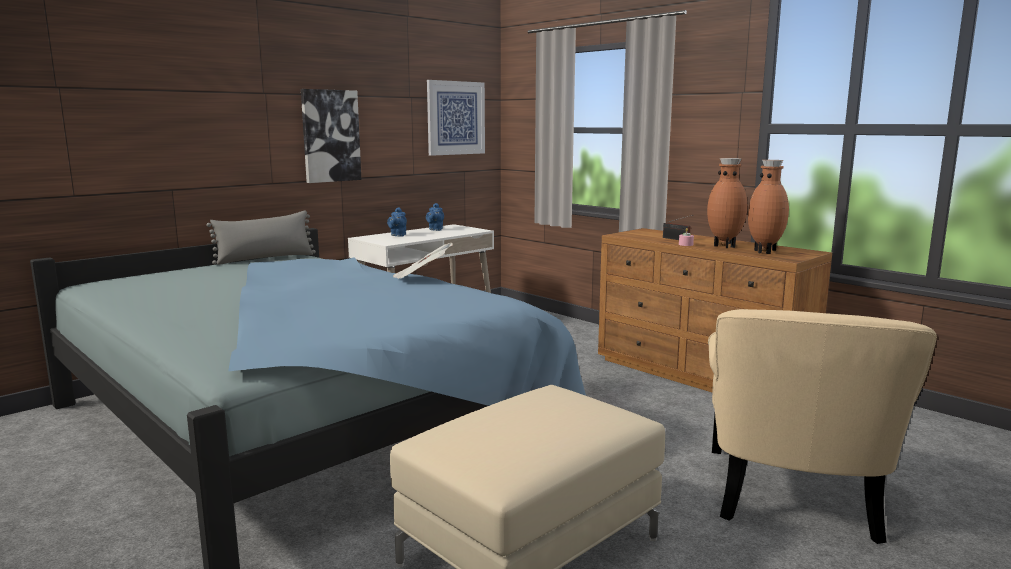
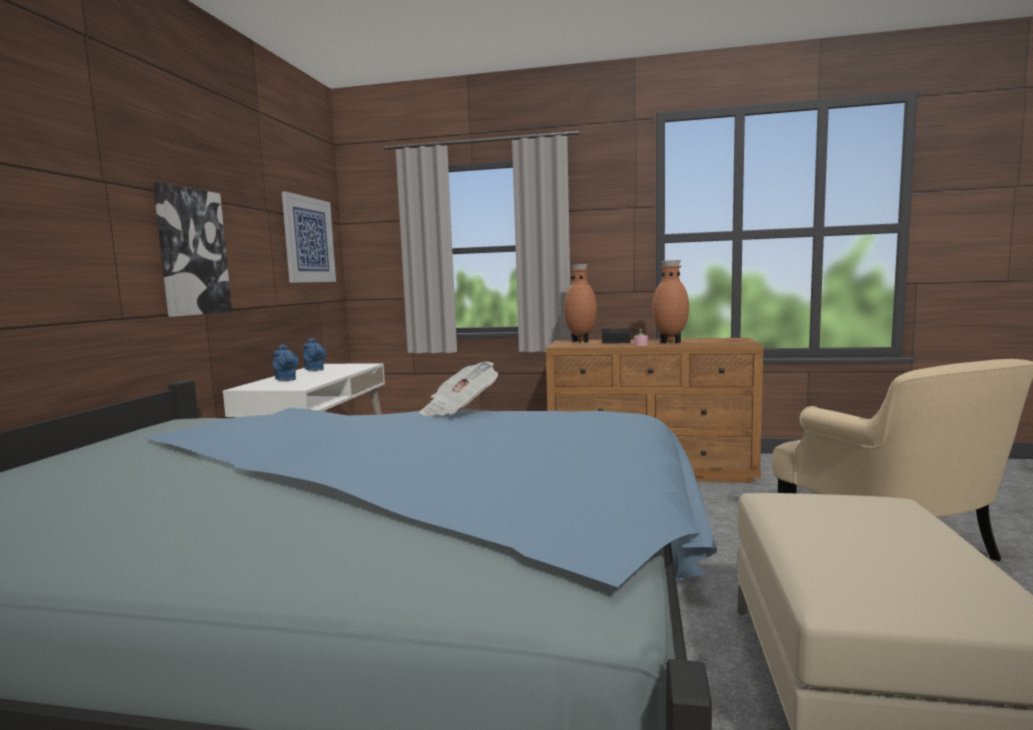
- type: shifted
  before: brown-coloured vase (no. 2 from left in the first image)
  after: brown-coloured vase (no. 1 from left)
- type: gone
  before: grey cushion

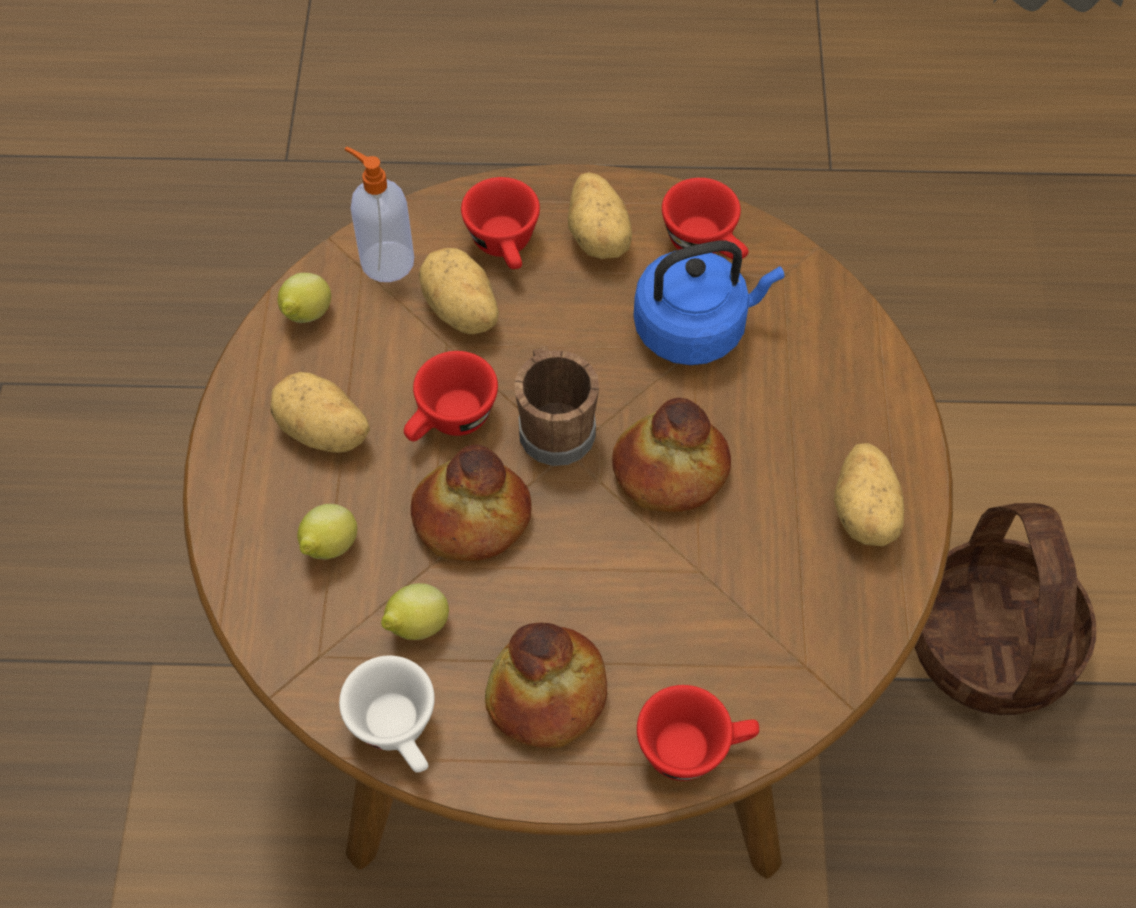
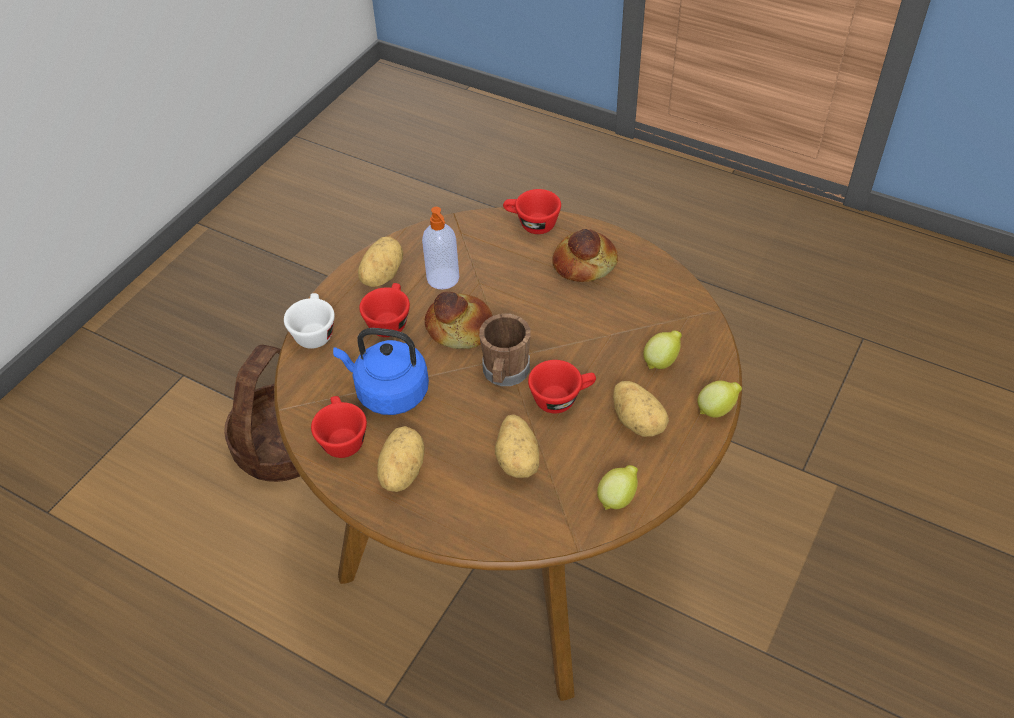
- type: shifted
  before: white drinking cup
- type: shifted
  before: red drinking cup (no. 2 from left)
- type: shifted
  before: soap bottle
- type: shifted
  before: citrus fruit (no. 3 from left)
- type: gone
  before: bread (no. 1 from left)

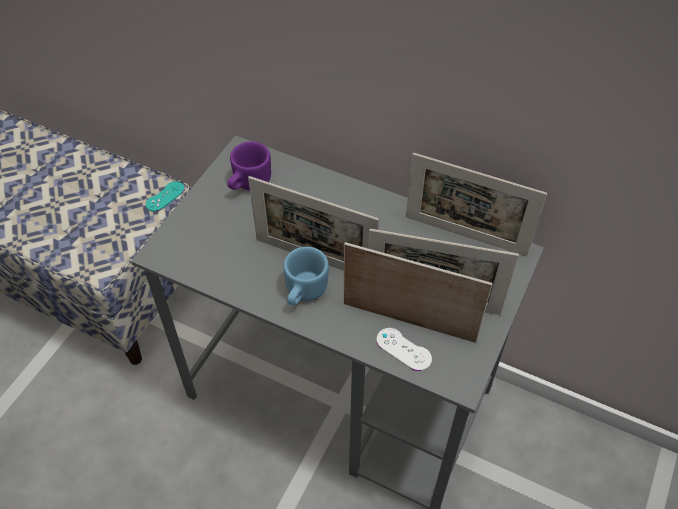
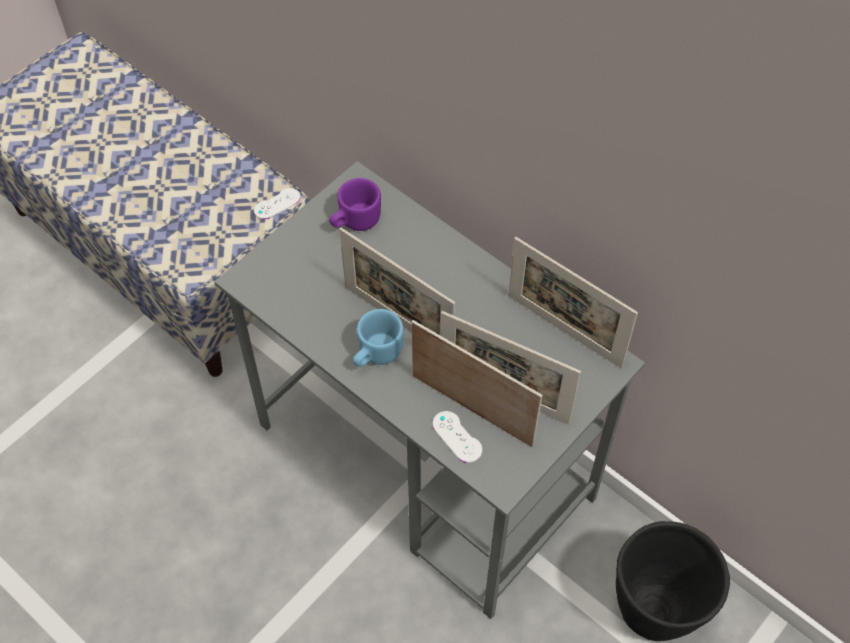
- type: repainted
  before: turquoise-coloured game controller
  after: white game controller (no. 1 from left)
- type: new
  after: blackish planter

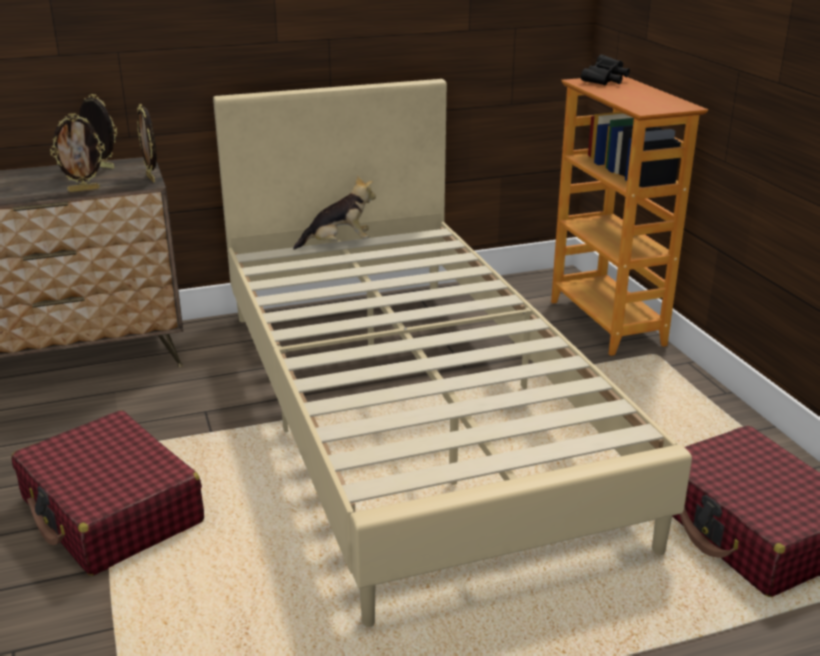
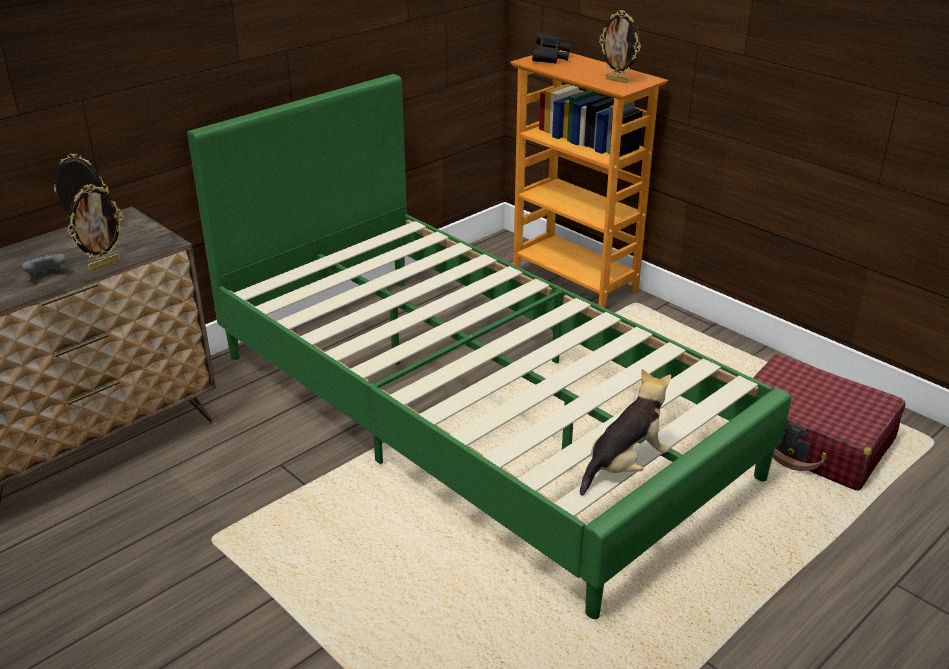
- type: new
  after: grey game controller
- type: repainted
  before: beige bed
  after: greenish bed
- type: shifted
  before: soft toy
- type: shifted
  before: picture frame (no. 3 from left)
- type: gone
  before: red piece of luggage (no. 1 from left)

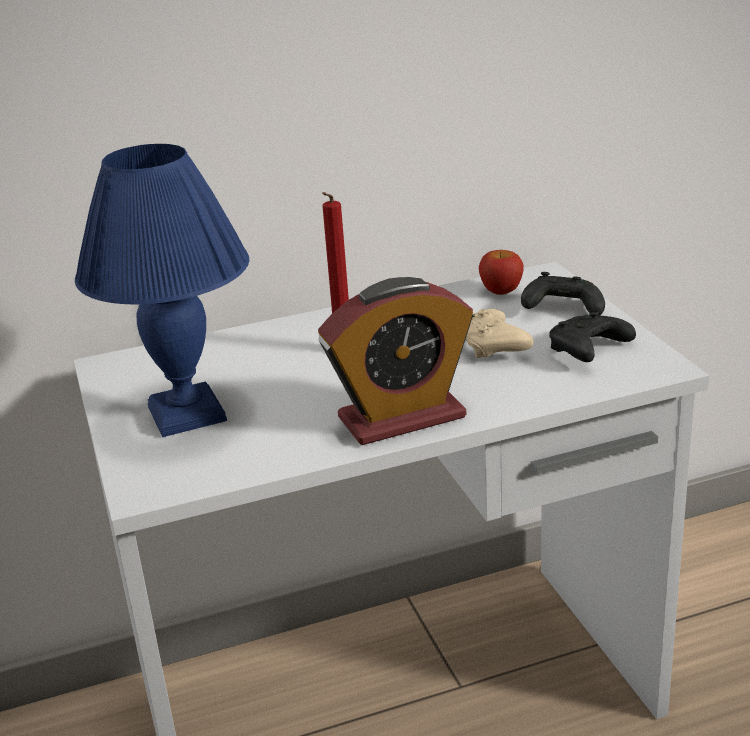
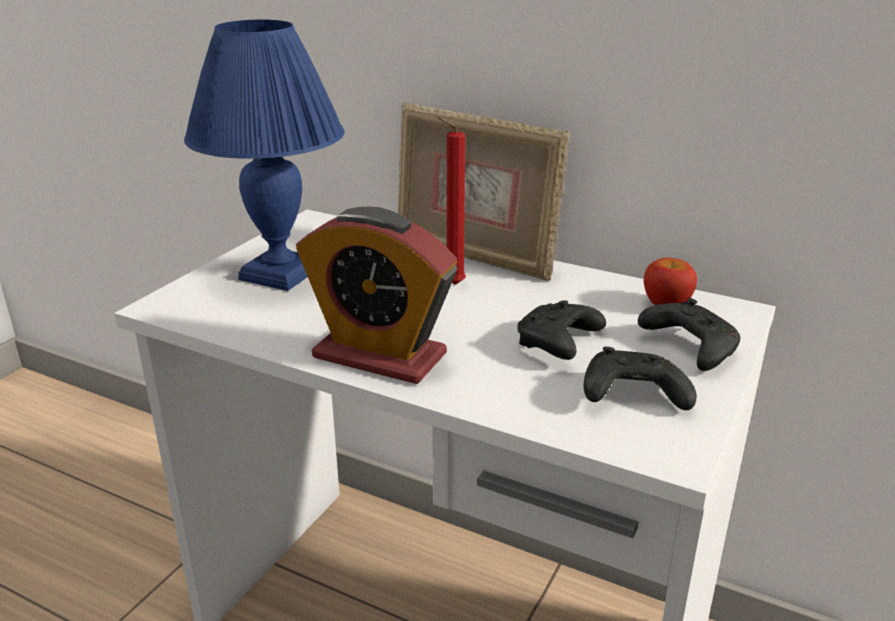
- type: new
  after: picture frame
- type: repainted
  before: beige game controller
  after: blackish game controller (no. 1 from left)

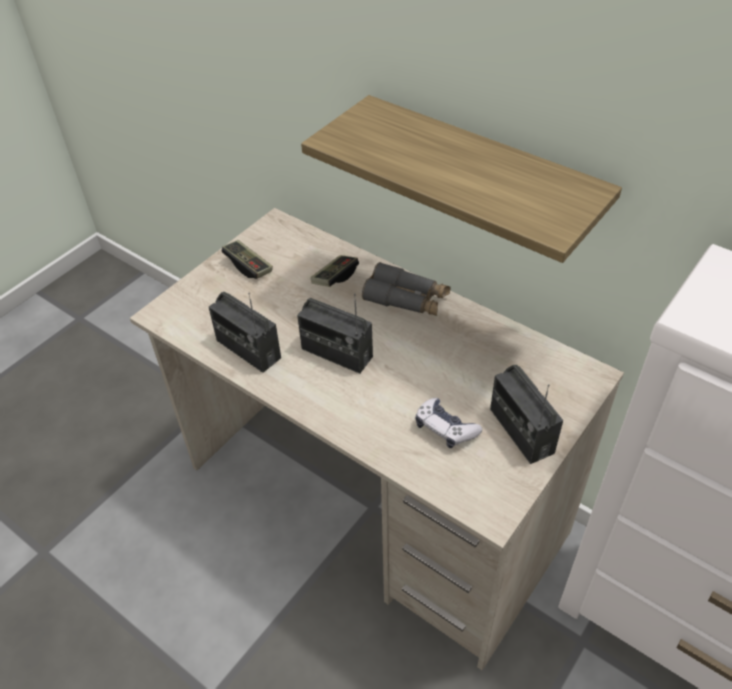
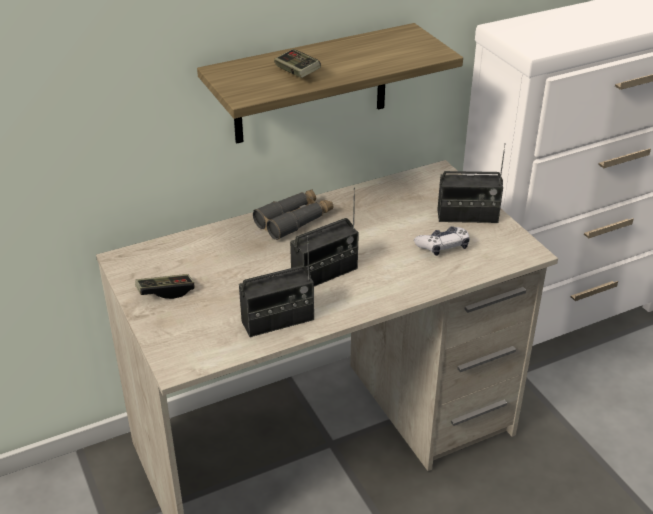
- type: shifted
  before: game controller (no. 2 from left)

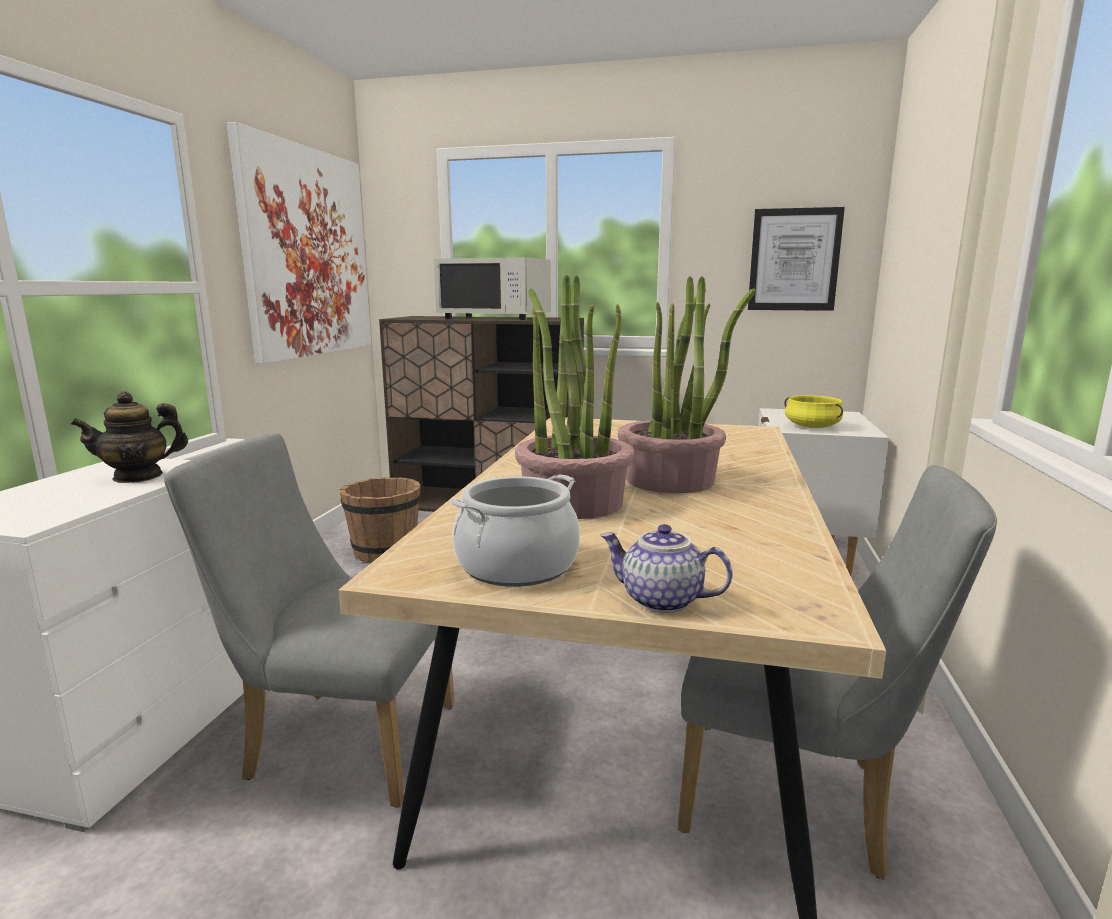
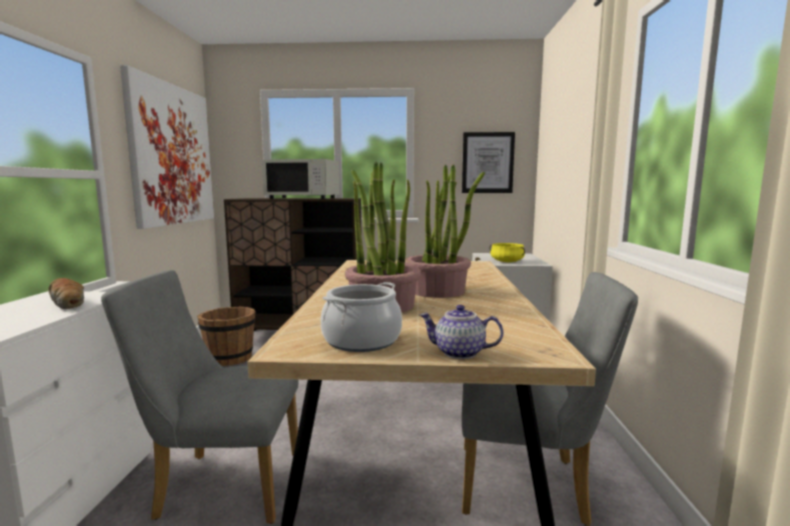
- type: swapped
  before: teapot (no. 1 from left)
  after: bread

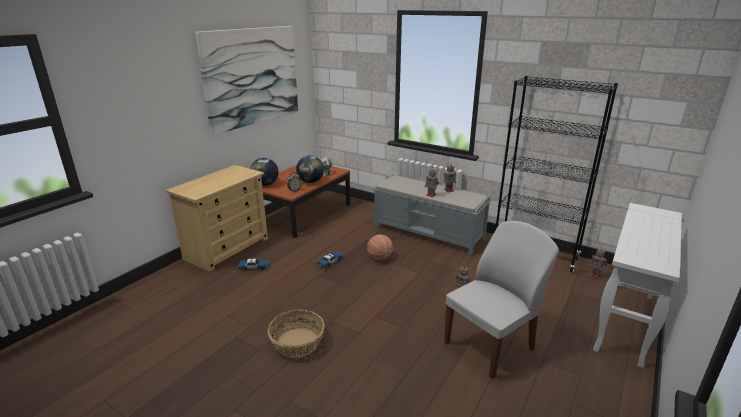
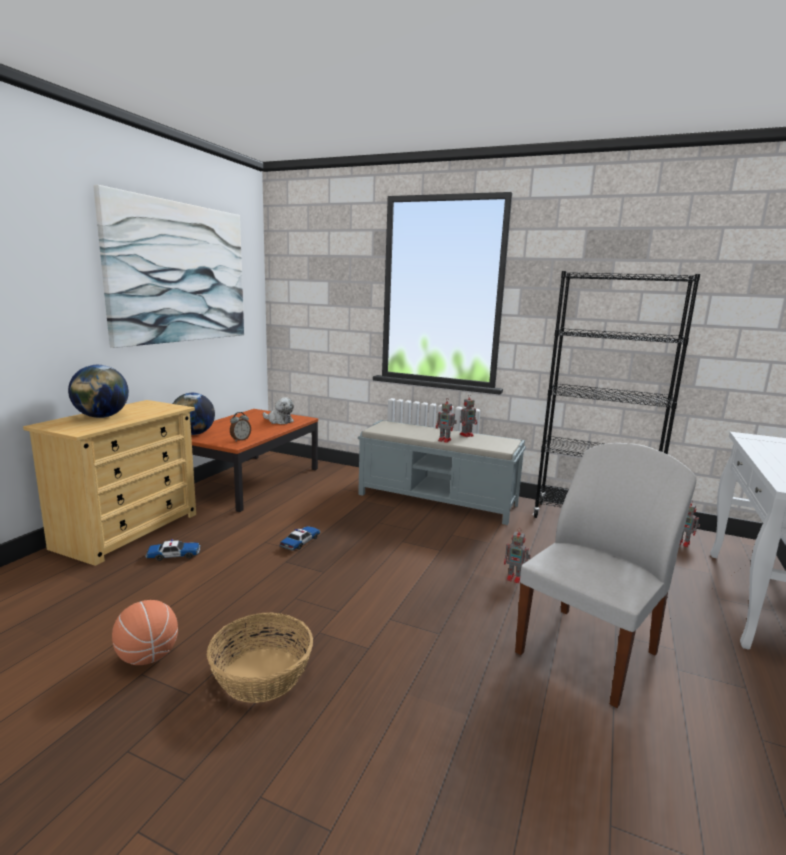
- type: shifted
  before: desk globe (no. 2 from left in the first image)
  after: desk globe (no. 1 from left)
- type: shifted
  before: ball for basketball

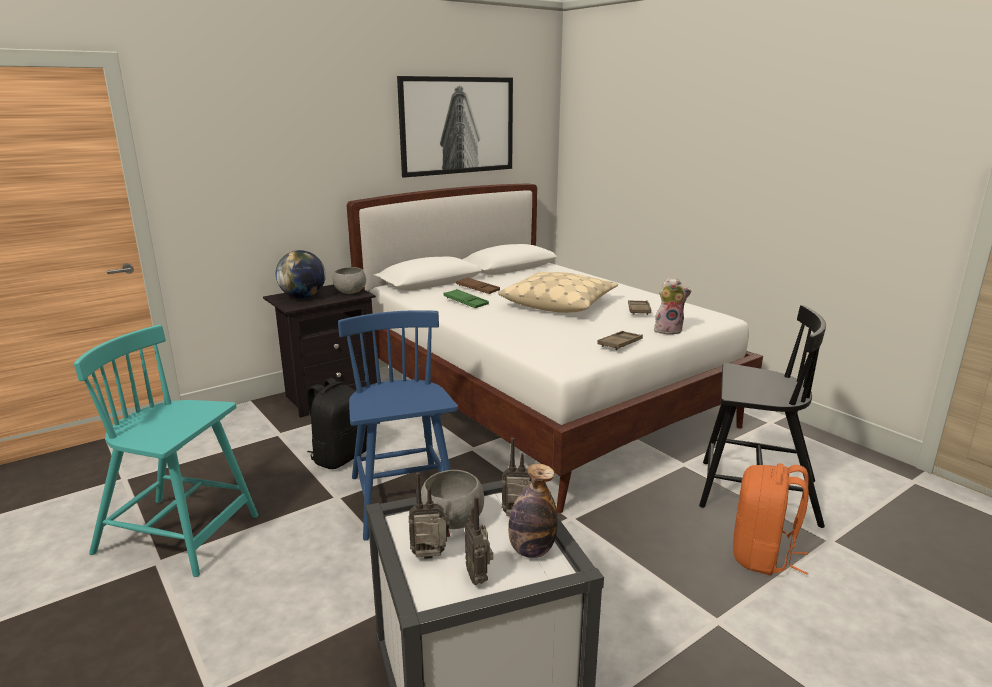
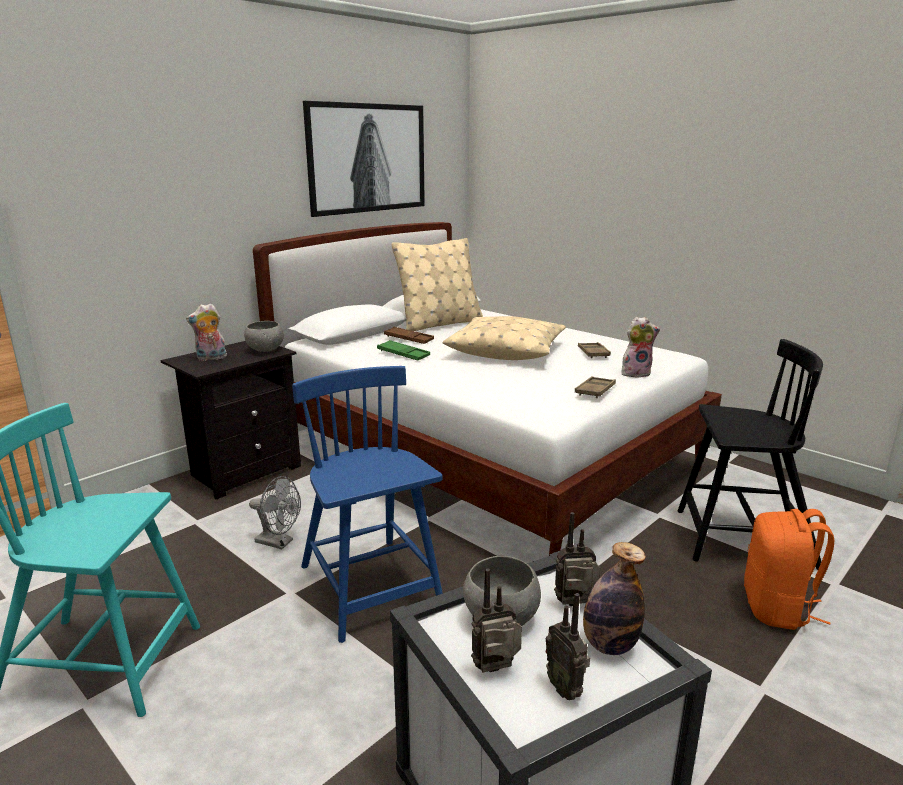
- type: swapped
  before: desk globe
  after: soft toy (no. 1 from left)
- type: swapped
  before: blackish rucksack
  after: grey cooling fan
- type: new
  after: beige cushion (no. 1 from left)

